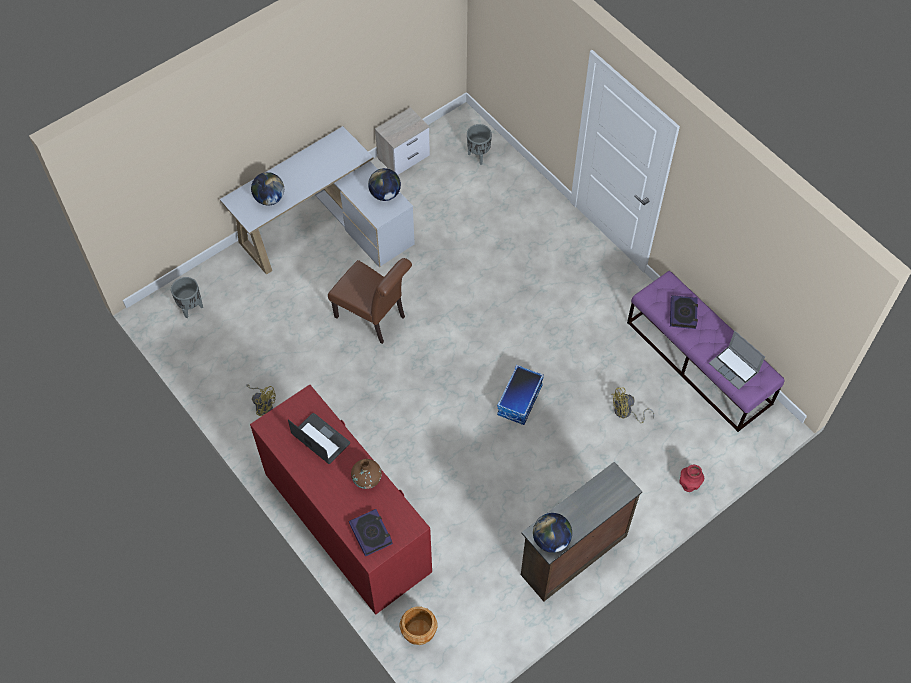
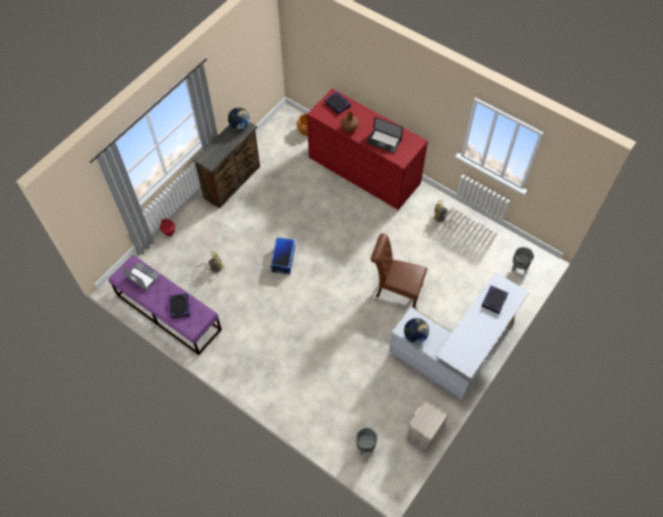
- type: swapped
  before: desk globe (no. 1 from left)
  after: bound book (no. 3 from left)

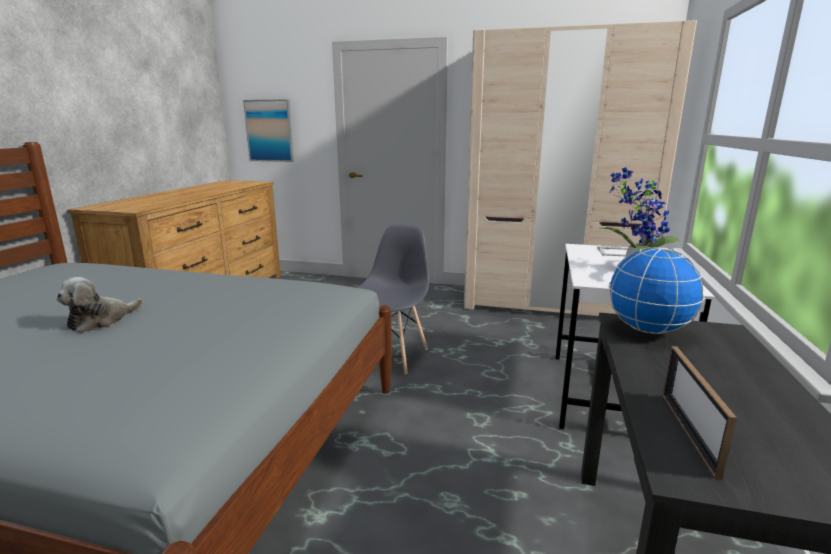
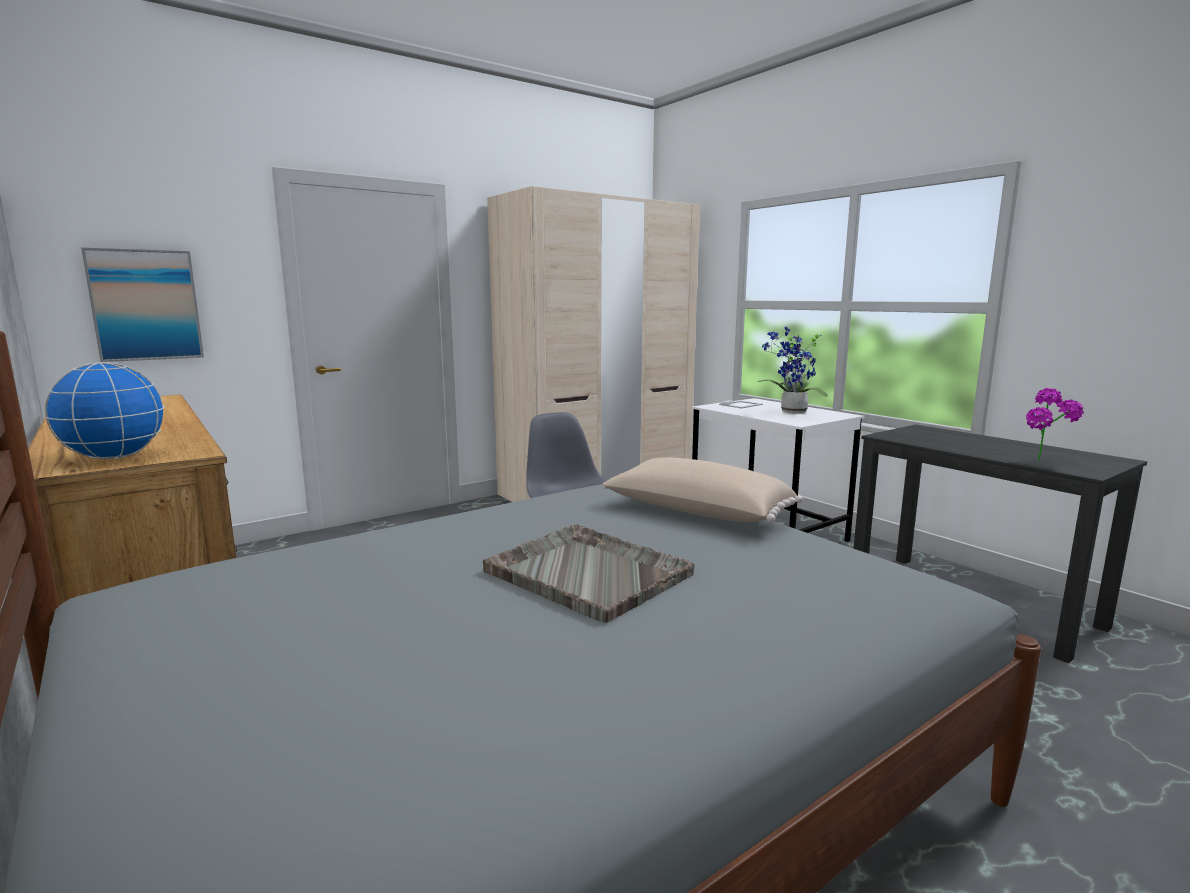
- type: shifted
  before: desk globe
- type: swapped
  before: soft toy
  after: grey tray
- type: new
  after: beige cushion
- type: swapped
  before: picture frame (no. 2 from left)
  after: potted plant (no. 2 from left)

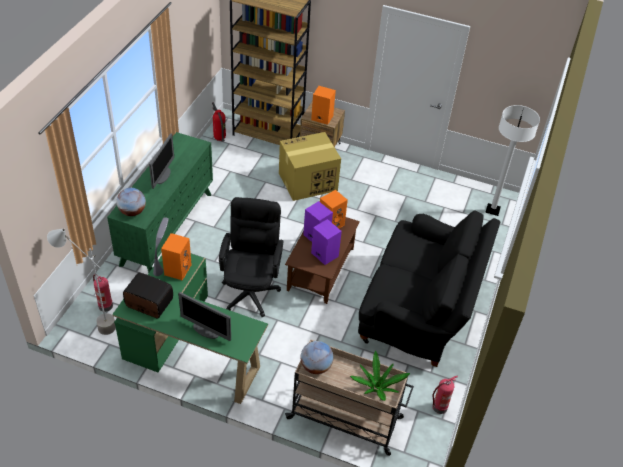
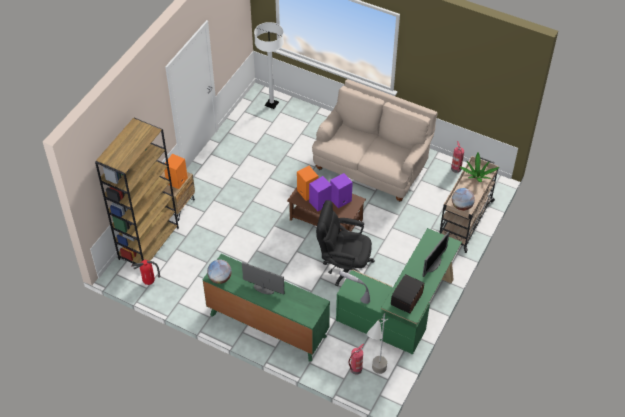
- type: shifted
  before: desk globe (no. 1 from left)
- type: repainted
  before: blackish settee
  after: beige settee
- type: gone
  before: orange-coloured loudspeaker (no. 1 from left)
- type: gone
  before: packing box

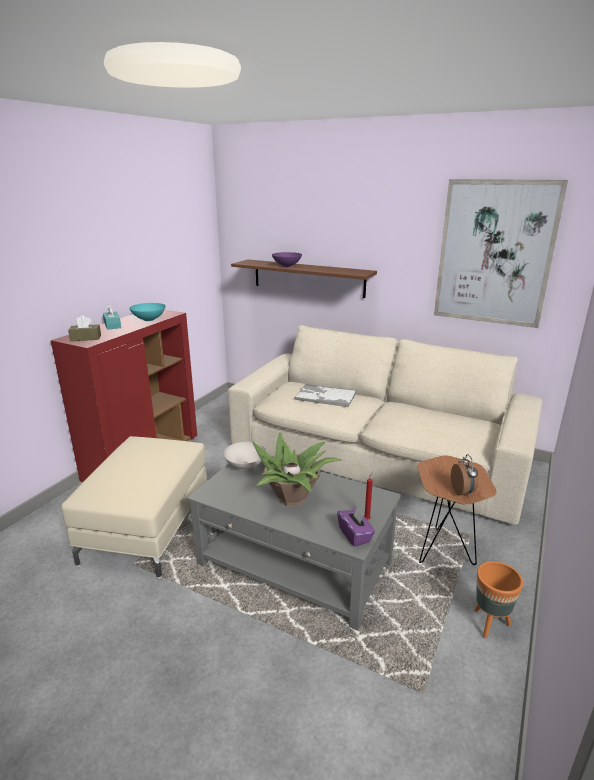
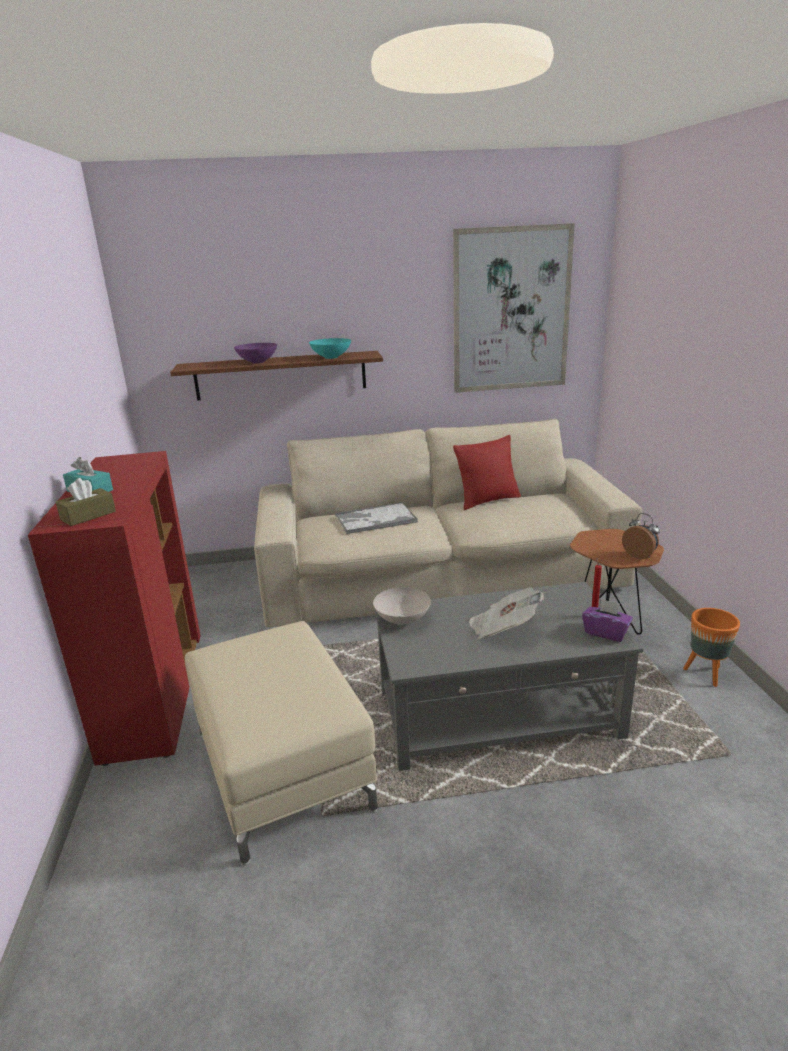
- type: shifted
  before: turquoise-coloured serving bowl
- type: new
  after: red cushion
- type: swapped
  before: potted plant
  after: daily paper

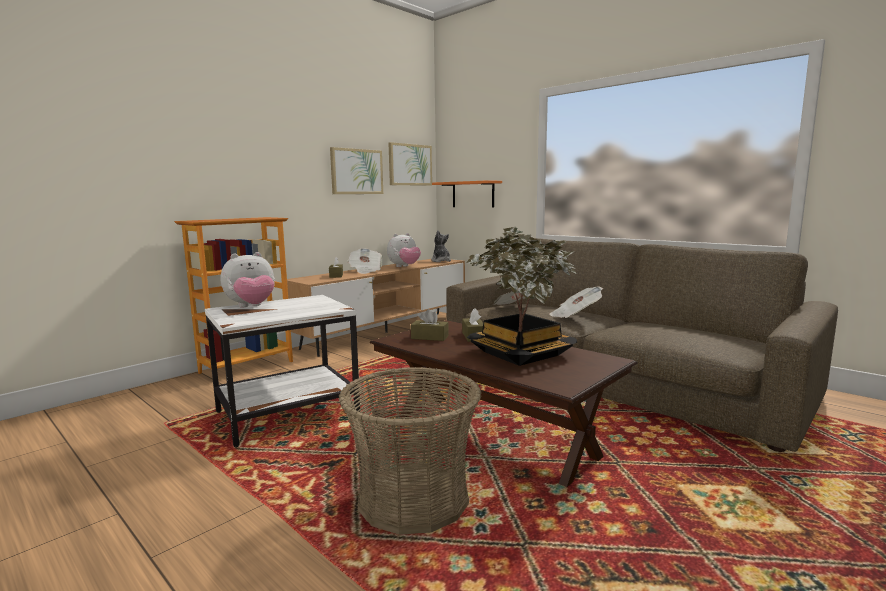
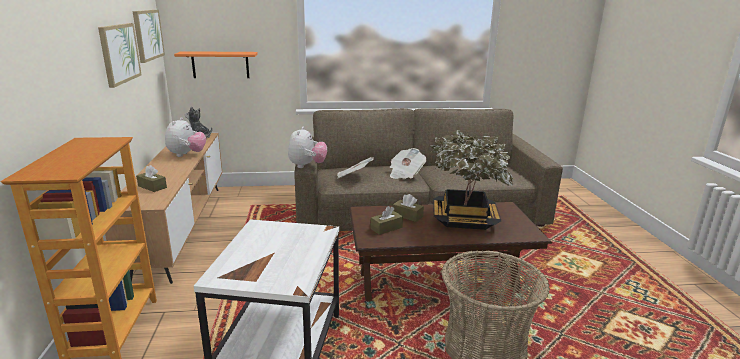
- type: shifted
  before: soft toy (no. 1 from left in the first image)
  after: soft toy (no. 3 from left)
- type: gone
  before: daily paper (no. 1 from left)

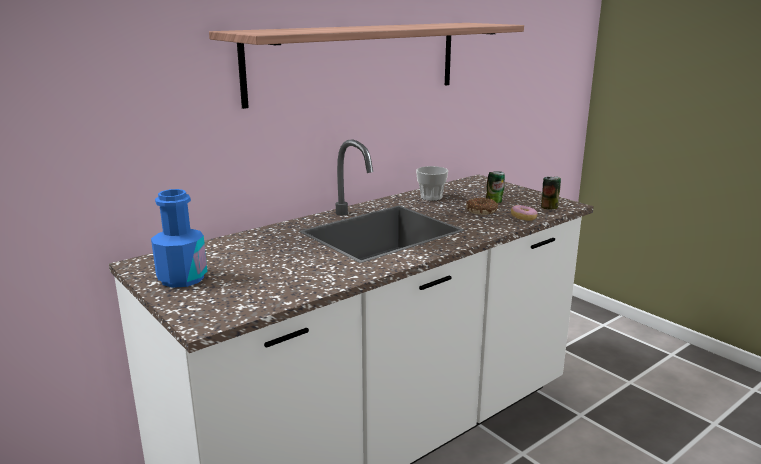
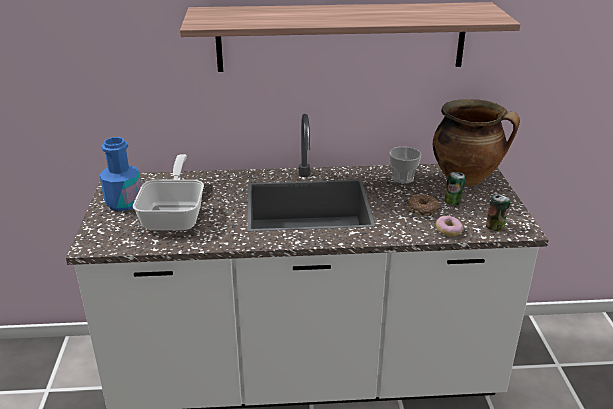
- type: new
  after: skillet
- type: new
  after: stockpot

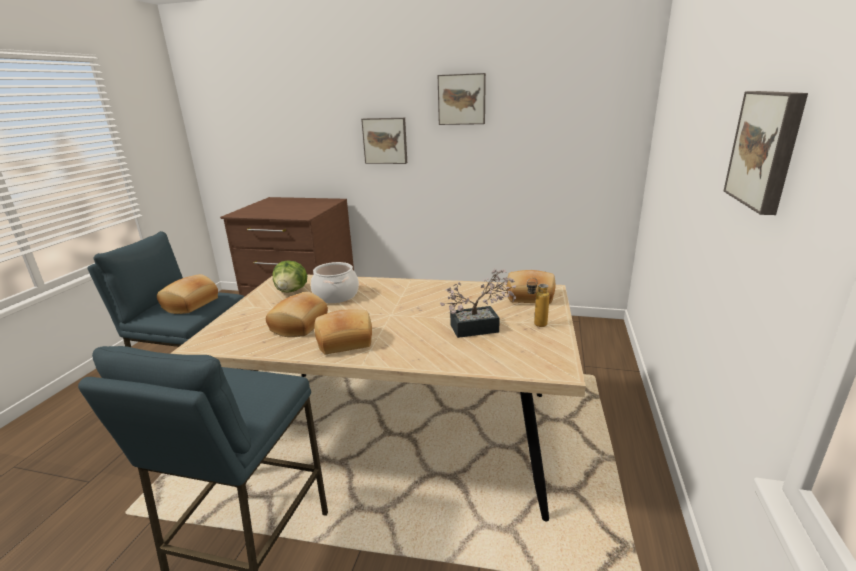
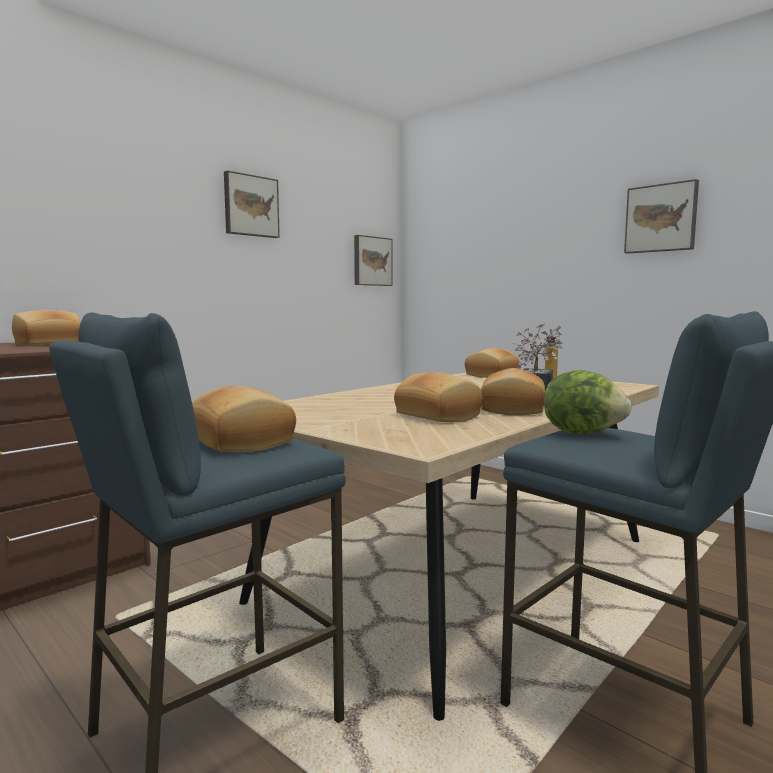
- type: new
  after: bread (no. 1 from left)
- type: shifted
  before: wall art (no. 1 from left in the first image)
  after: wall art (no. 2 from left)
- type: shifted
  before: head of lettuce
- type: gone
  before: stockpot

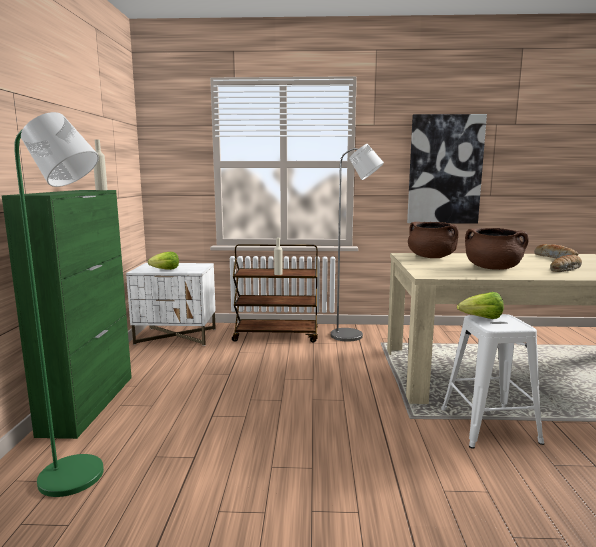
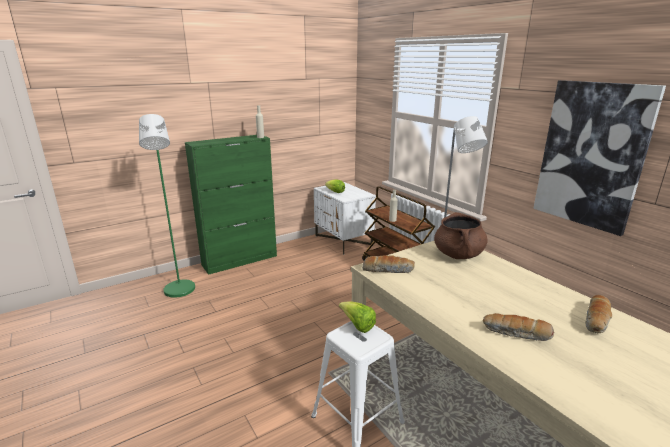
- type: new
  after: bread (no. 1 from left)
- type: gone
  before: brown-coloured stockpot (no. 2 from left)

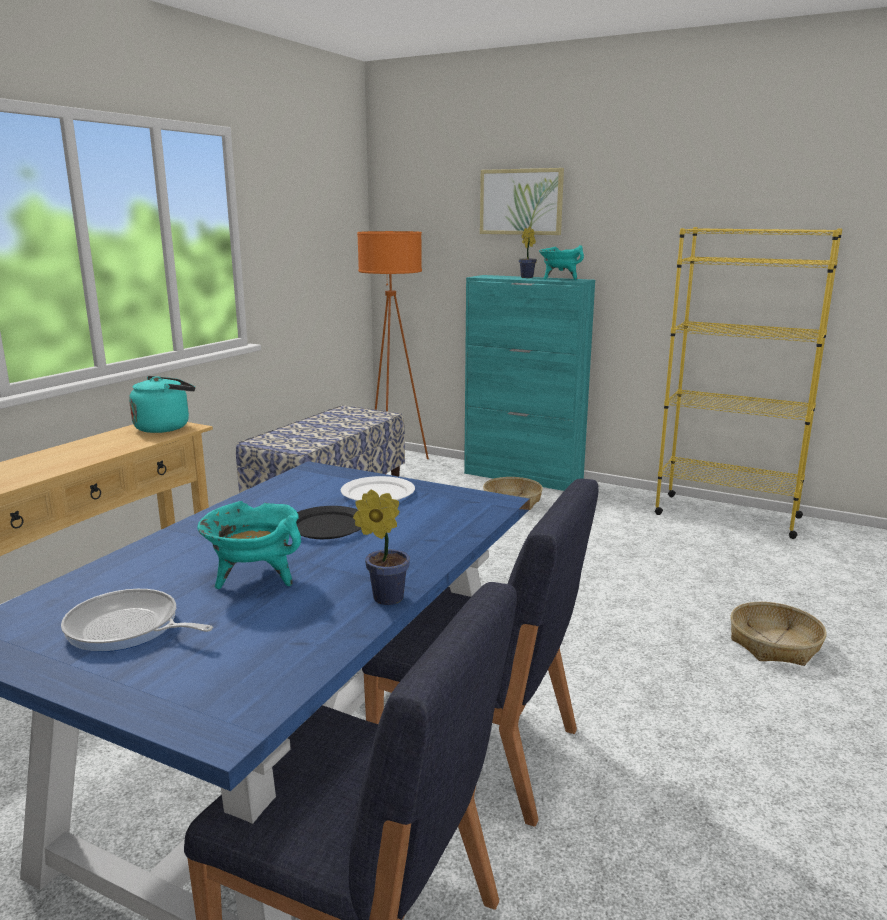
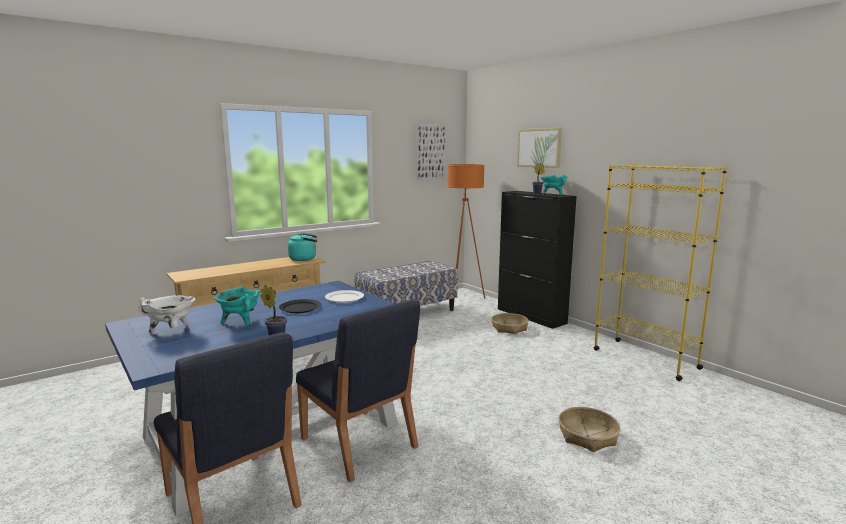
- type: swapped
  before: skillet
  after: white stockpot
- type: new
  after: wall art (no. 1 from left)
- type: repainted
  before: turquoise-coloured storage cabinet
  after: blackish storage cabinet

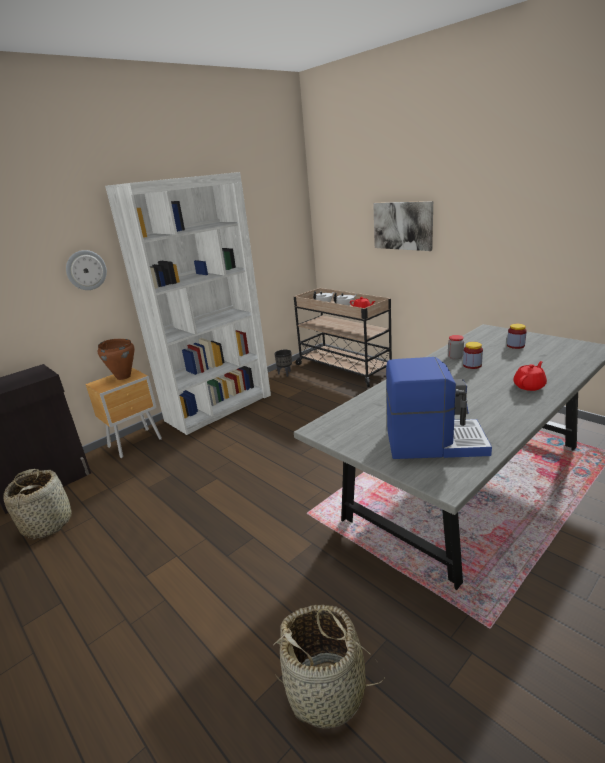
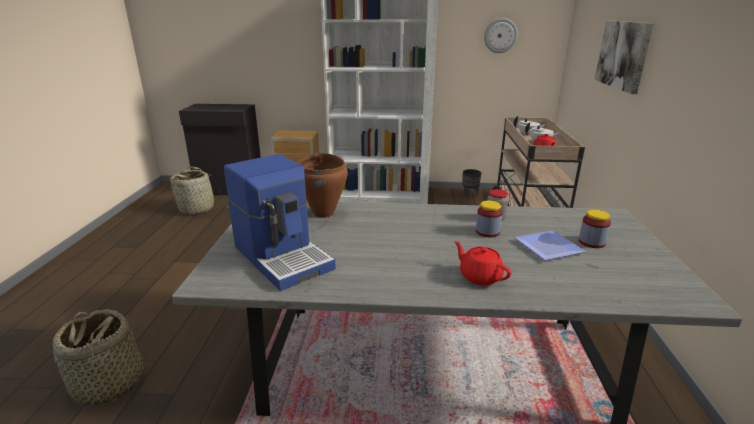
- type: shifted
  before: brown-coloured stockpot
- type: rotated
  before: red teapot (no. 2 from left in the first image)
  turn: -135
- type: shifted
  before: wall clock
- type: new
  after: flat dish

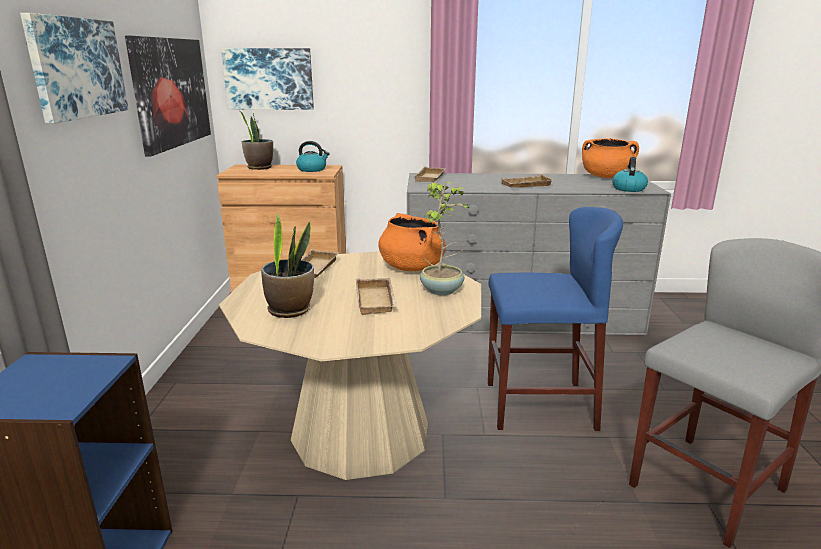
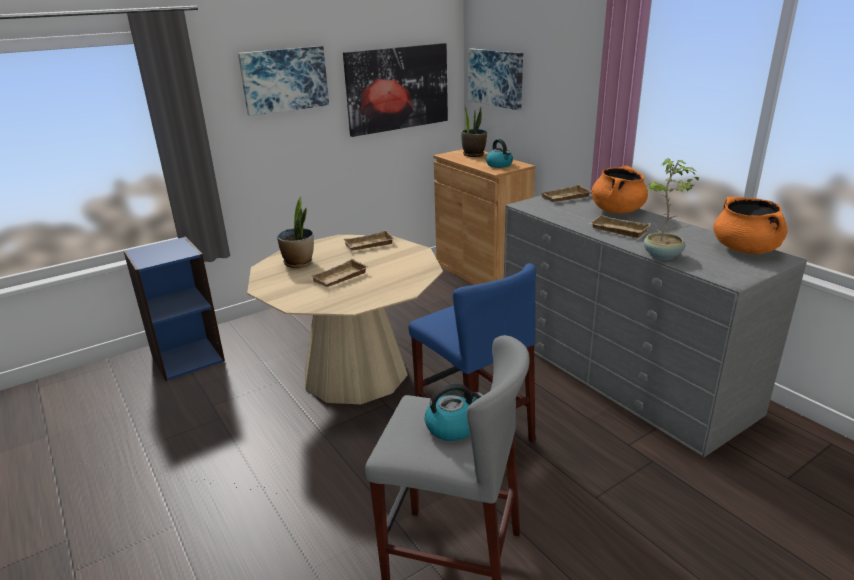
- type: shifted
  before: tea kettle (no. 2 from left in the first image)
  after: tea kettle (no. 1 from left)
- type: shifted
  before: orange-coloured stockpot (no. 1 from left)
- type: shifted
  before: potted plant (no. 3 from left)

